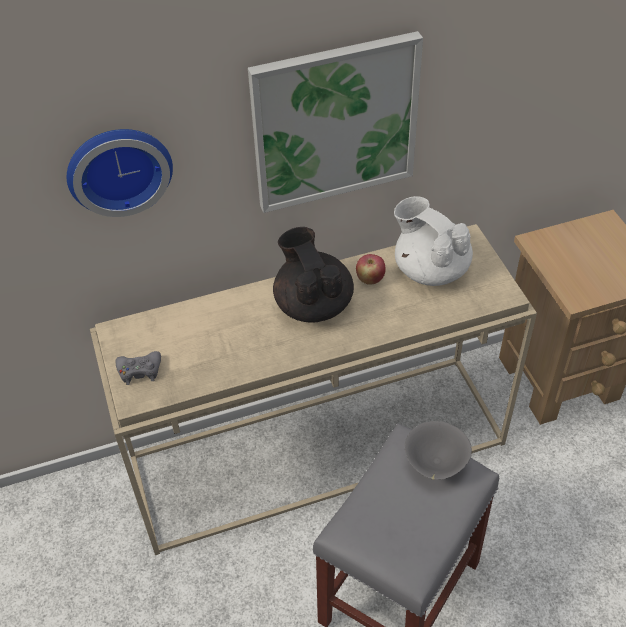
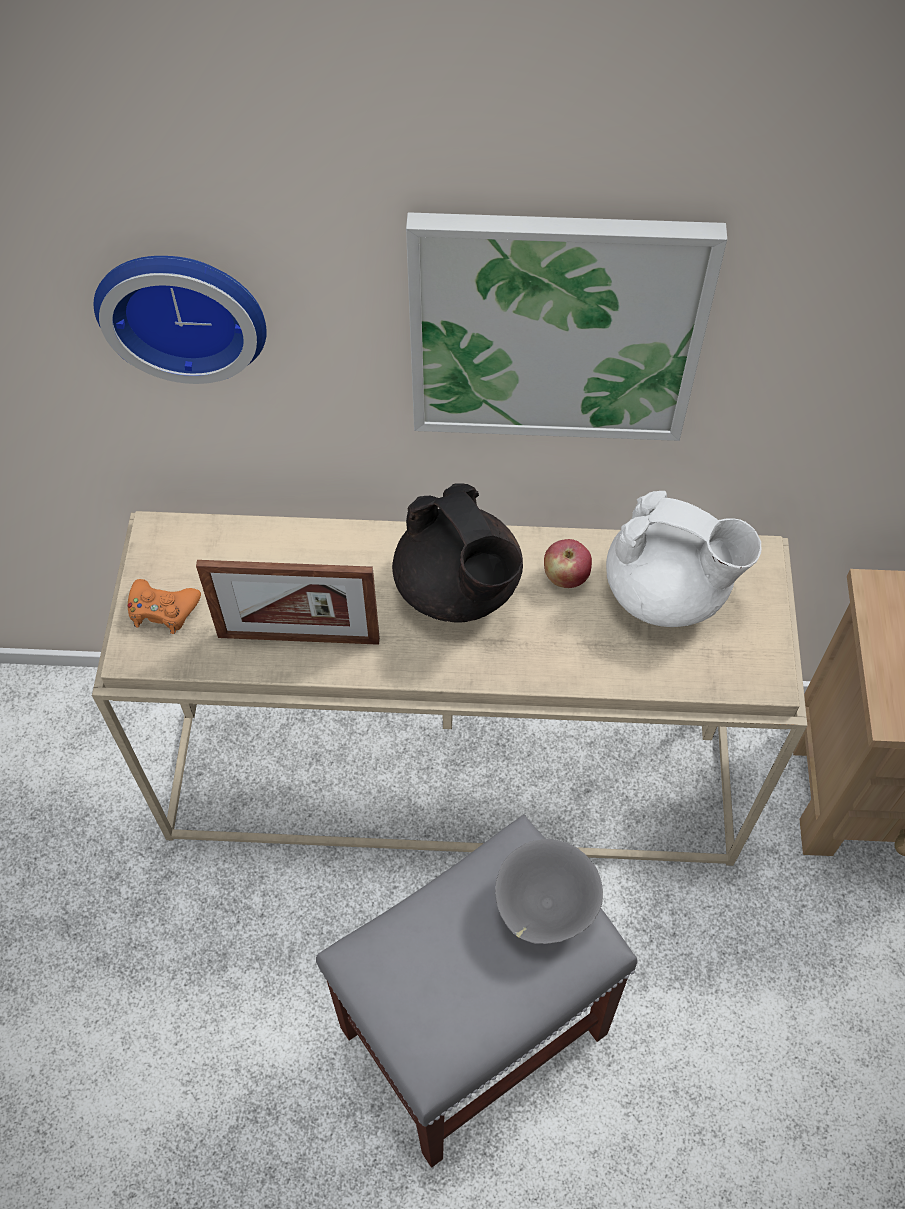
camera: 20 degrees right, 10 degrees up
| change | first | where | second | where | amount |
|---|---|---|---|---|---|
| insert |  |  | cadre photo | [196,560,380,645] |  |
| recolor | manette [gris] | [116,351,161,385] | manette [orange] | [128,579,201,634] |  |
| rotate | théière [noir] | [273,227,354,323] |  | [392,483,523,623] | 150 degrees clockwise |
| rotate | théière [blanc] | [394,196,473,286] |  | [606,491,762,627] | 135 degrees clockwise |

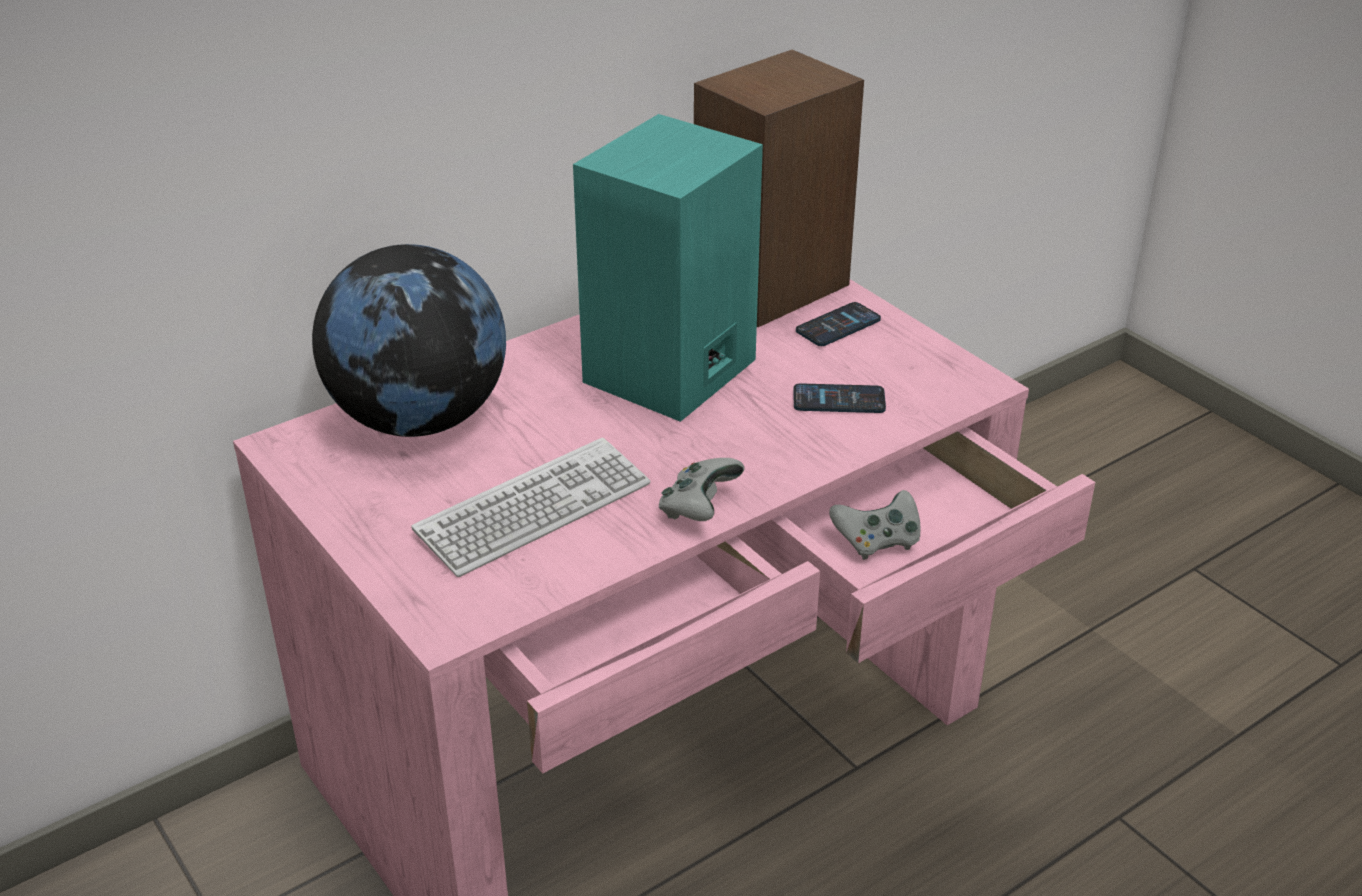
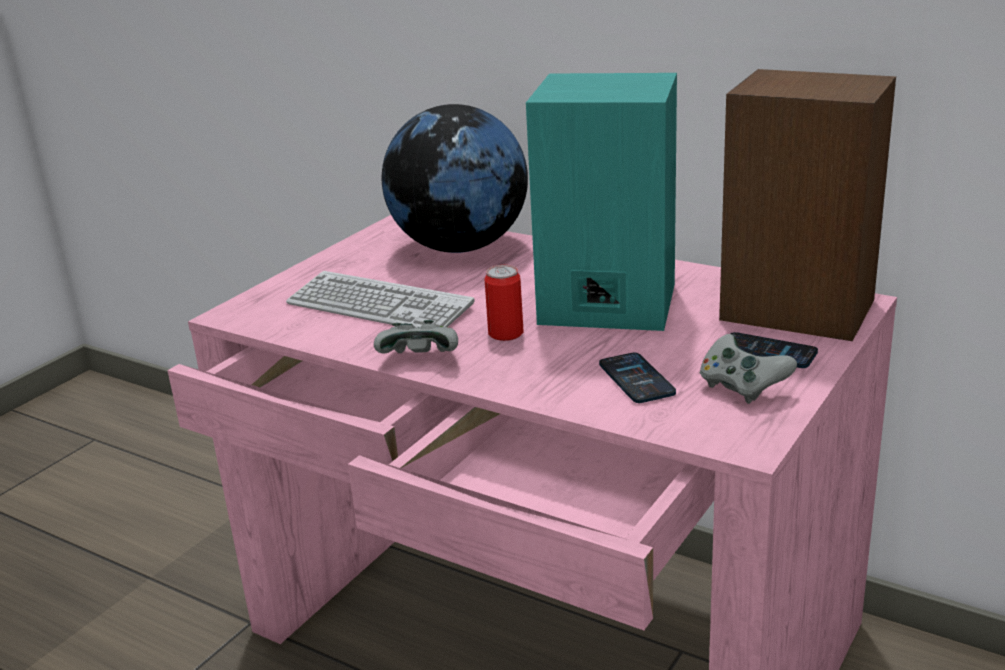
camera: 70 degrees right, 10 degrees down
| change | first | where | second | where | amount |
|---|---|---|---|---|---|
| insert |  |  | boîte métallique | [485,265,524,341] |  |
| move | manette [gris] | [829,490,921,560] |  | [700,334,797,404] |  |

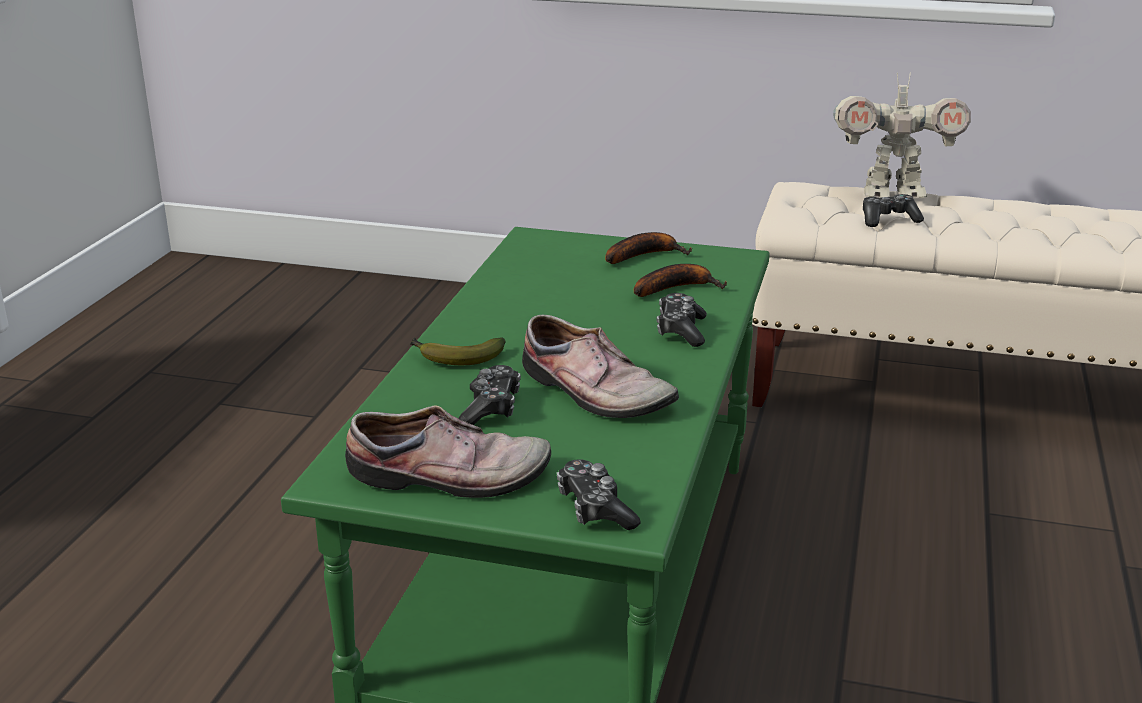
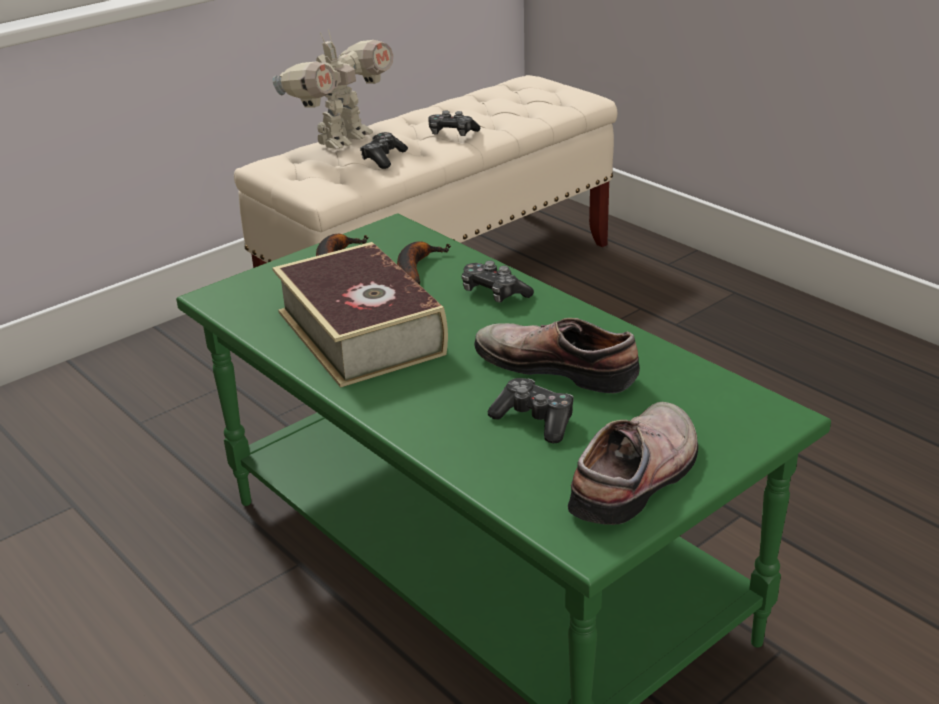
camera: 55 degrees left, 5 degrees up
| change | first | where | second | where | amount |
|---|---|---|---|---|---|
| delete | banane | [410,337,506,365] |  |  |  |
| insert |  |  | livre | [272,242,448,388] |  |
| move | manette | [557,459,640,530] |  | [428,110,480,136] |  |
| rotate | chaussure | [522,315,679,418] |  | [474,318,640,393] | 135 degrees counterclockwise |

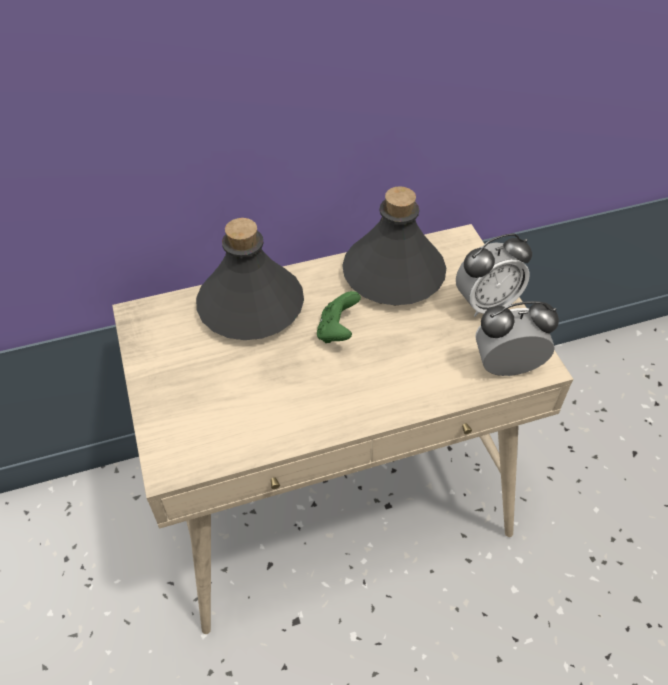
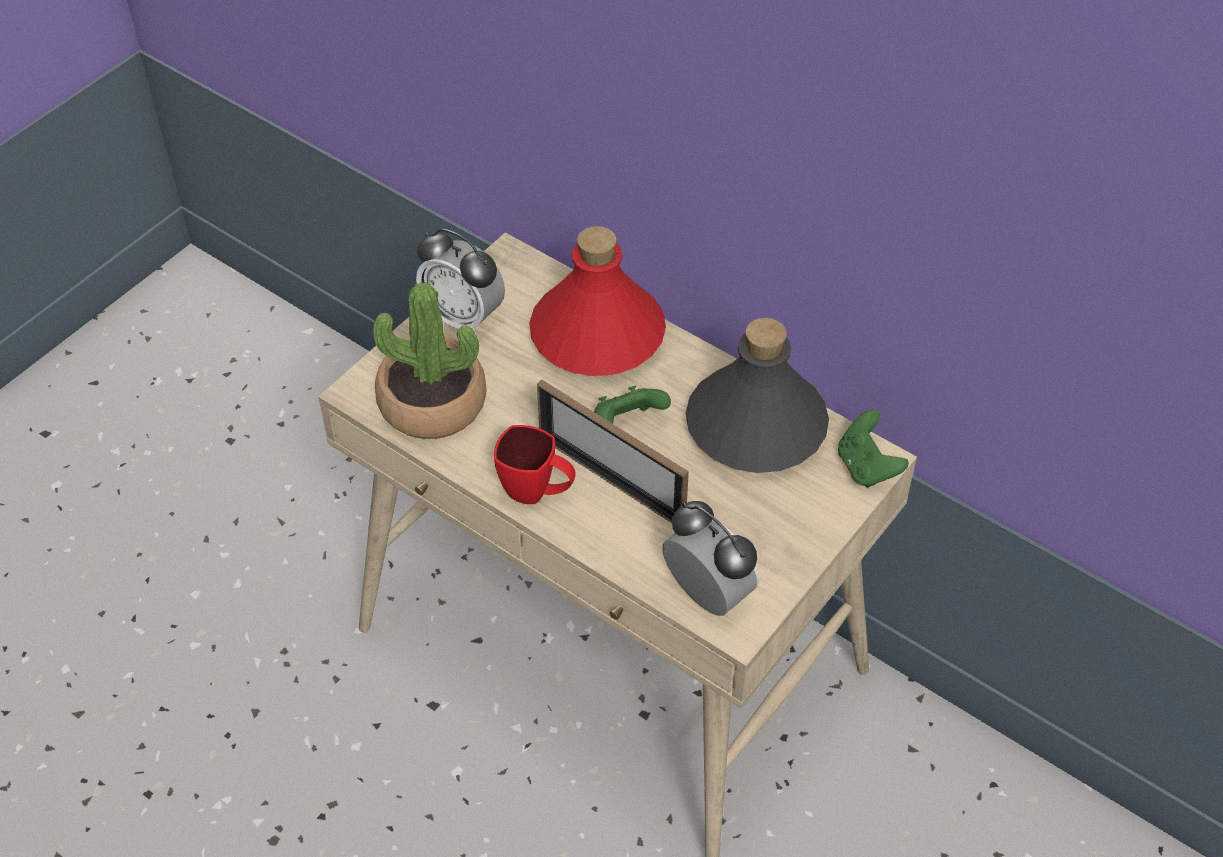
camera: 55 degrees right, 0 degrees up
| change | first | where | second | where | amount |
|---|---|---|---|---|---|
| insert |  |  | plante en pot | [373,282,487,439] |  |
| insert |  |  | mug [rouge] | [494,425,576,504] |  |
| insert |  |  | cadre photo | [537,380,689,523] |  |
| insert |  |  | manette [vert] | [838,410,909,488] |  |
| move | réveil | [456,234,532,317] |  | [416,229,505,335] |  |
| recolor | bouteille [gris] | [196,218,304,340] | bouteille [rouge] | [529,226,666,376] |  |

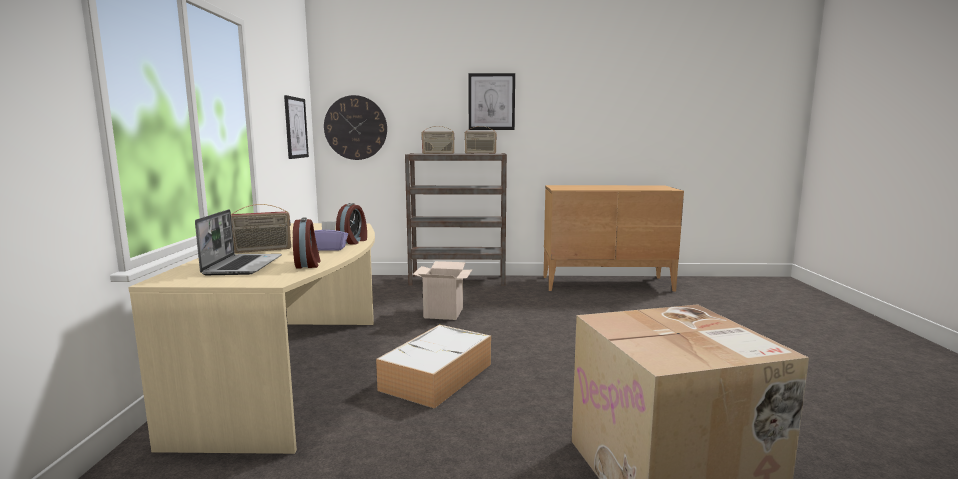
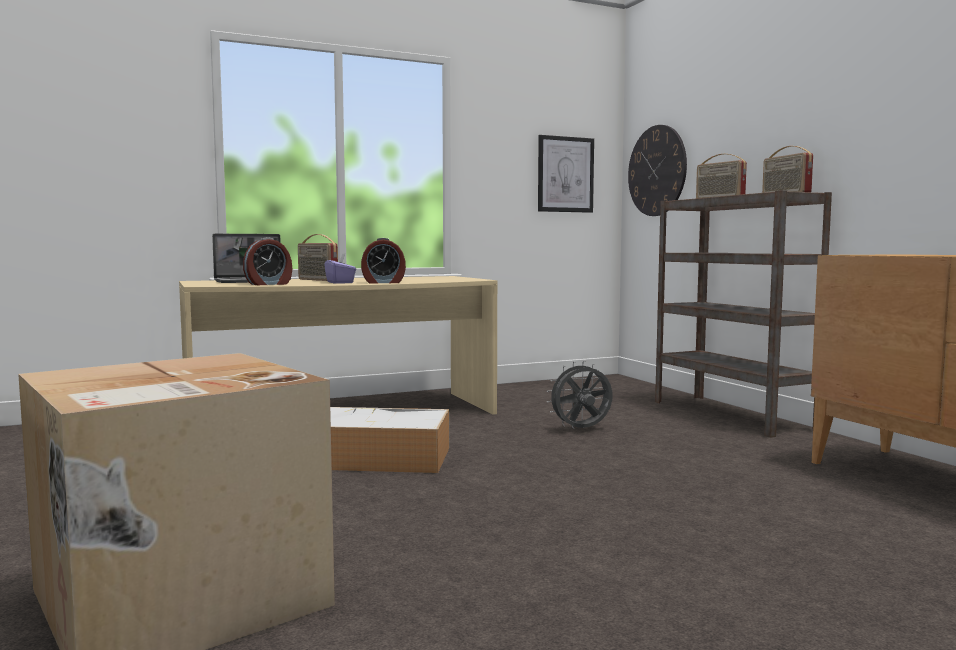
camera: 65 degrees right, 5 degrees down
| change | first | where | second | where | amount |
|---|---|---|---|---|---|
| delete | tableau | [468,73,515,130] |  |  |  |
| replace | carton | [413,261,472,320] | ventilateur [gris] | [547,361,613,429] |  |

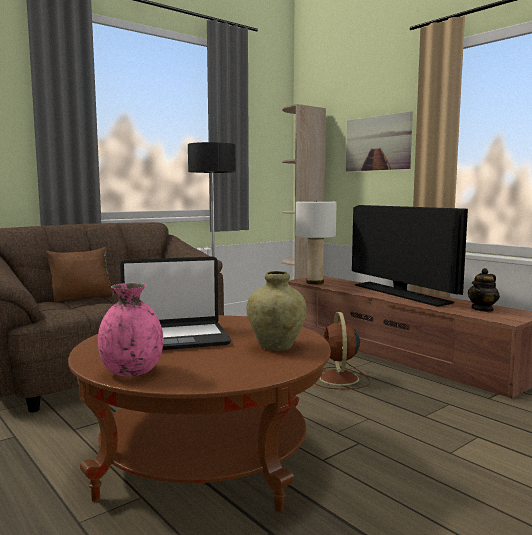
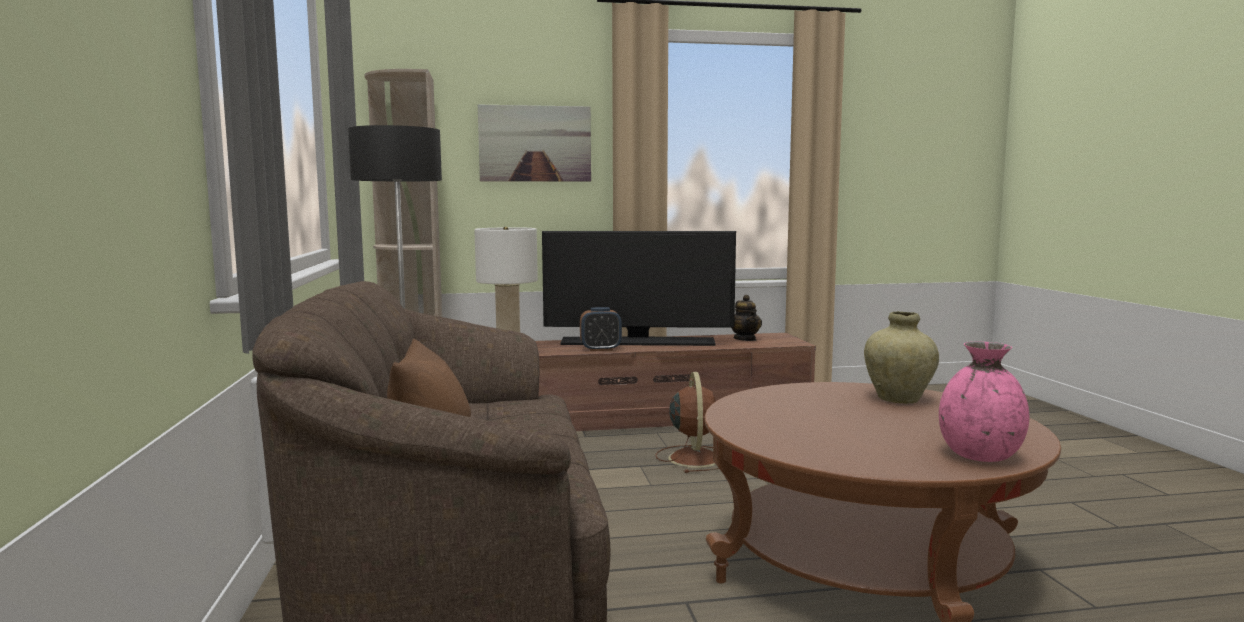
camera: 60 degrees left, 0 degrees up
| change | first | where | second | where | amount |
|---|---|---|---|---|---|
| delete | ordinateur portable | [120,257,231,350] |  |  |  |
| insert |  |  | réveil | [580,307,622,351] |  |
| rotate | ventilateur [marron] | [315,312,370,389] |  | [655,372,719,473] | 120 degrees counterclockwise |

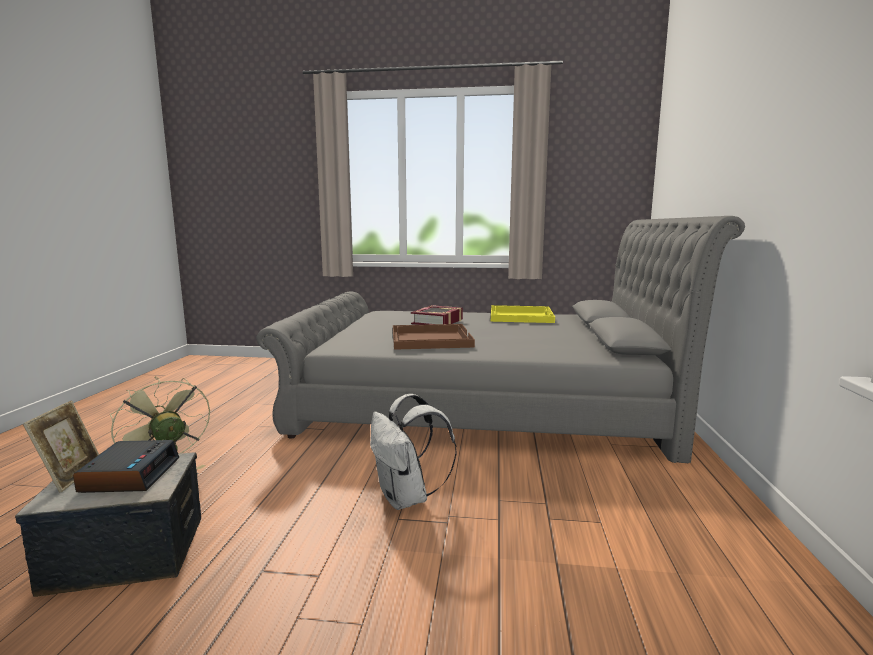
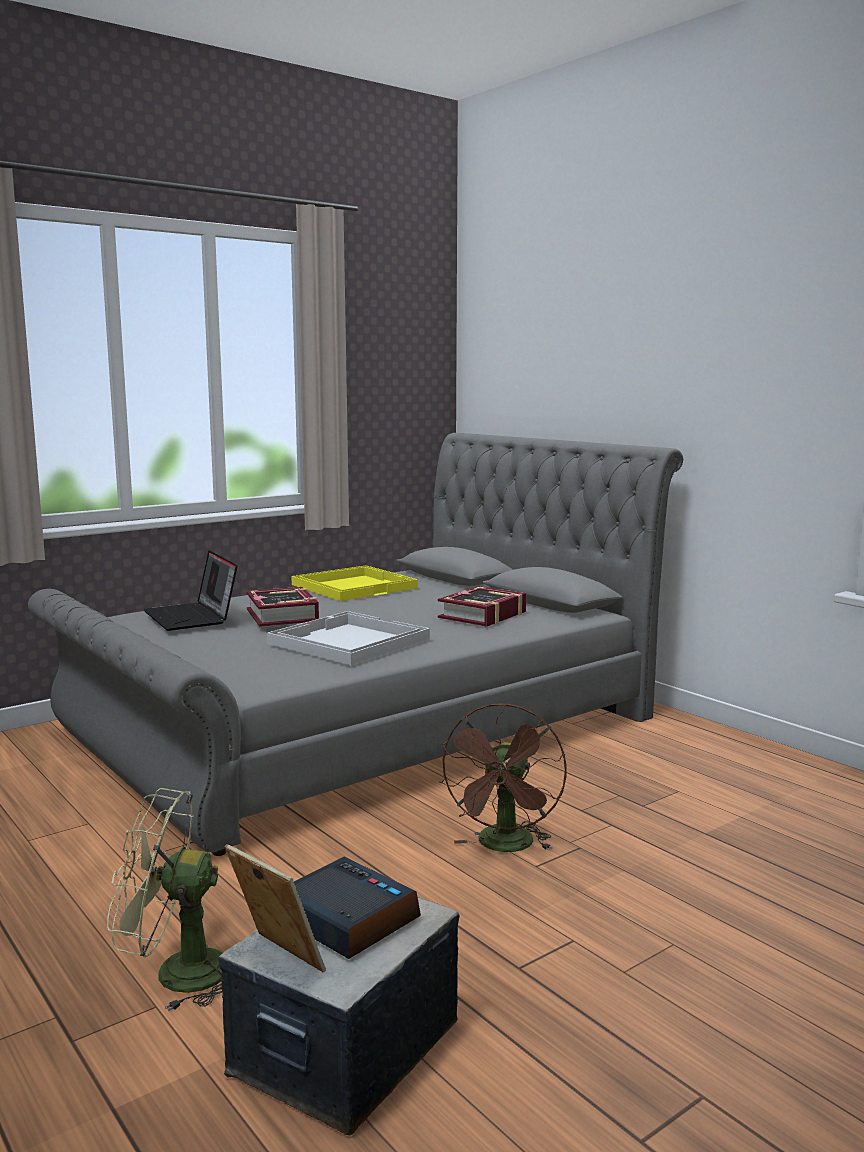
camera: 45 degrees left, 0 degrees up
| change | first | where | second | where | amount |
|---|---|---|---|---|---|
| insert |  |  | ordinateur portable | [144,551,238,631] |  |
| insert |  |  | livre | [438,586,526,627] |  |
| replace | sac à dos [blanc] | [370,394,457,510] | ventilateur [marron] | [439,703,567,852] |  |
| recolor | plateau [marron] | [393,324,475,350] | plateau [blanc] | [267,611,430,665] |  |

